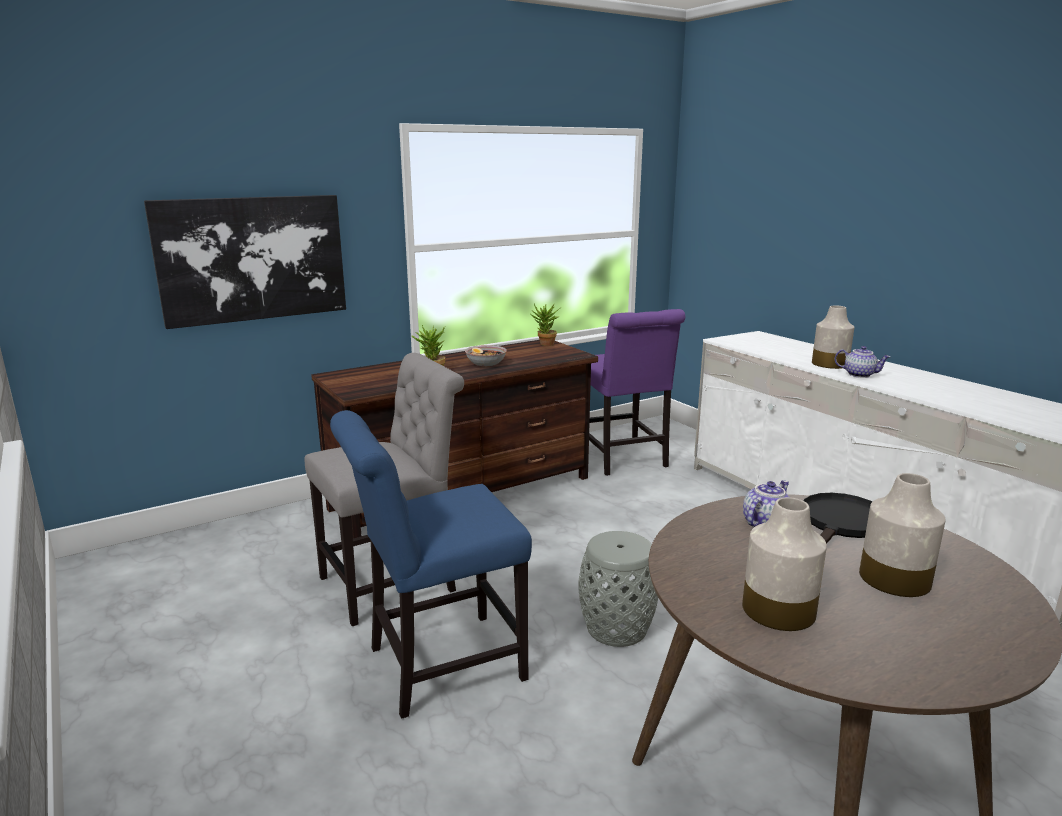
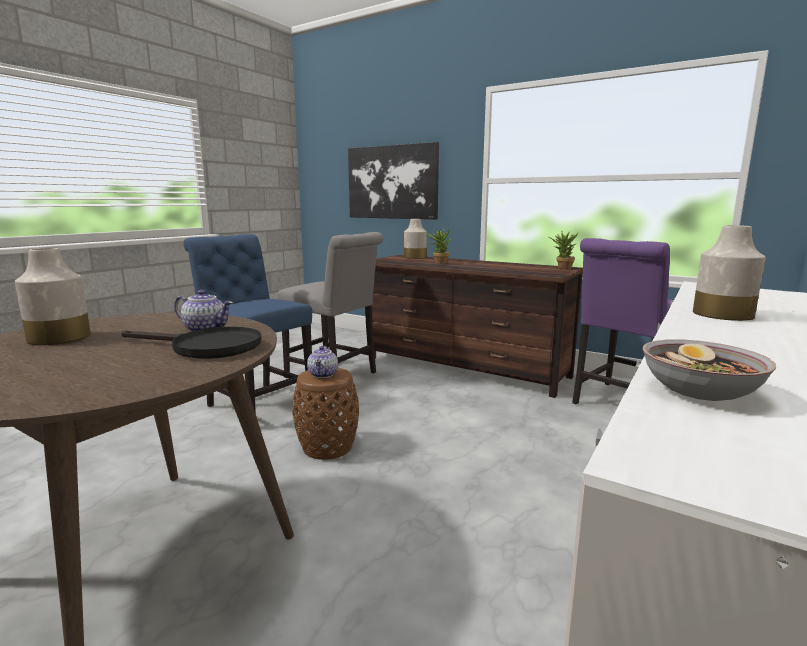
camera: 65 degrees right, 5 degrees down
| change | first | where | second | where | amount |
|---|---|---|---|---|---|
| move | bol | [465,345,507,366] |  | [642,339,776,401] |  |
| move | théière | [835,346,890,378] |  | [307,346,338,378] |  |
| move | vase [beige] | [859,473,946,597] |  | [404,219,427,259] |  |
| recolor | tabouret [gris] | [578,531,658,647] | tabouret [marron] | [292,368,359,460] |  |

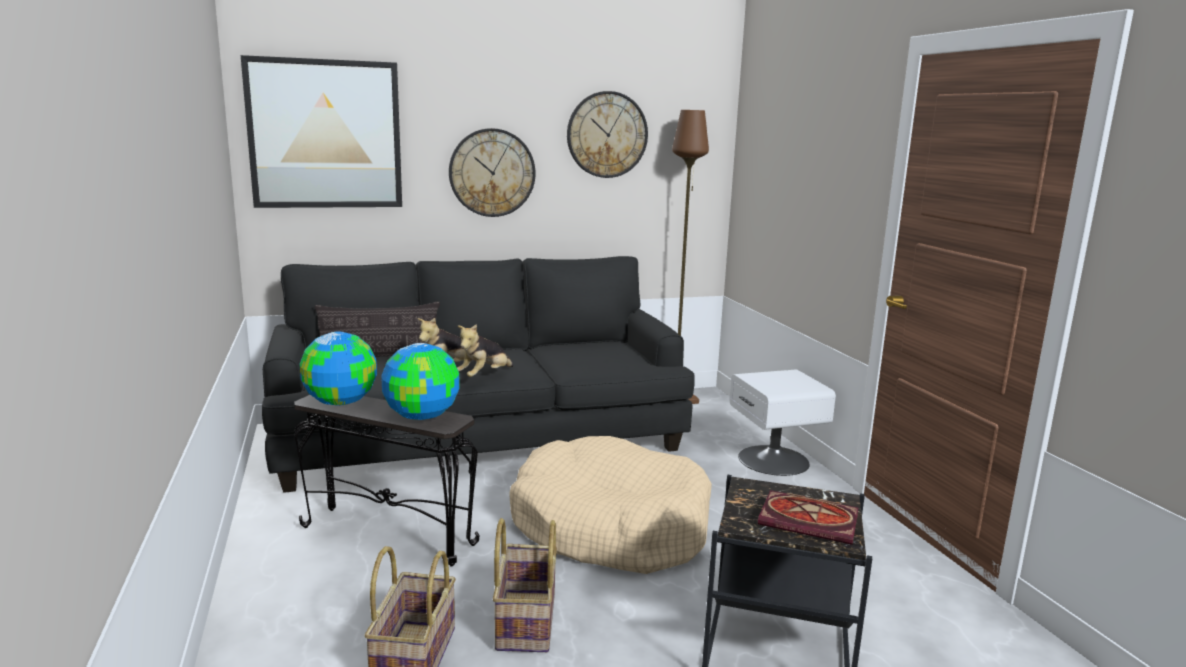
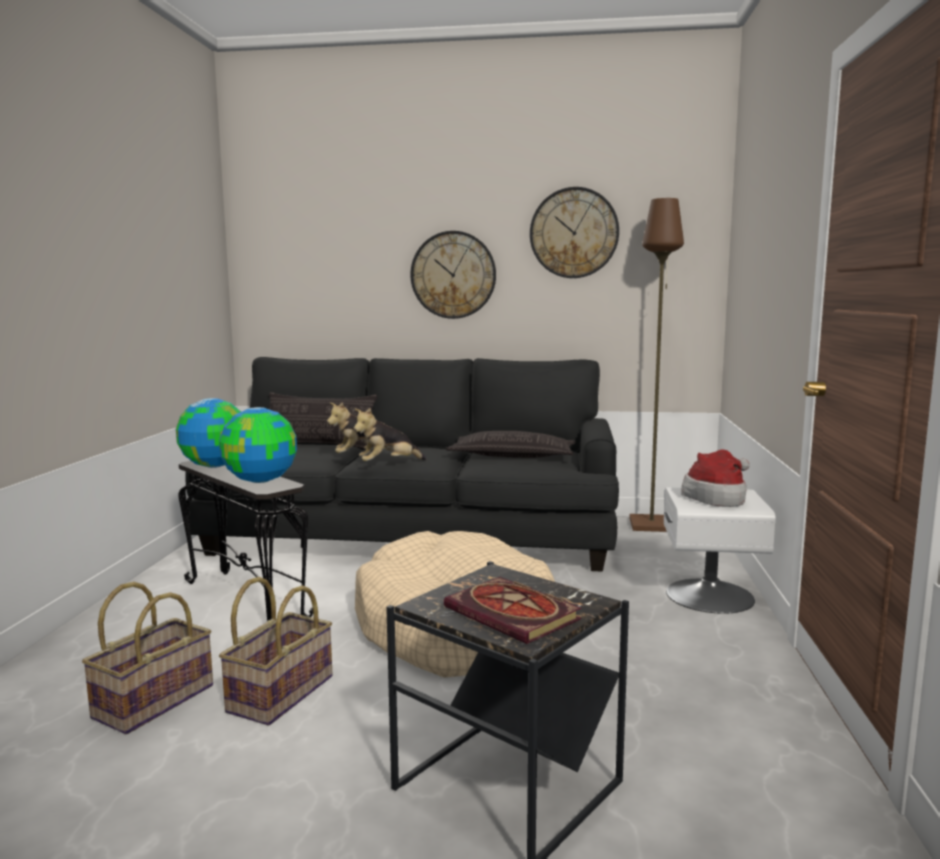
camera: 25 degrees right, 5 degrees down
| change | first | where | second | where | amount |
|---|---|---|---|---|---|
| delete | tableau | [241,55,402,208] |  |  |  |
| insert |  |  | coussin | [446,431,576,458] |  |
| insert |  |  | chapeau | [681,449,750,507] |  |

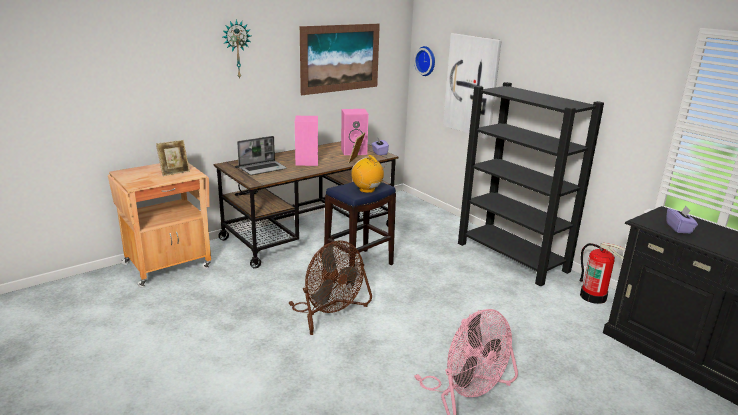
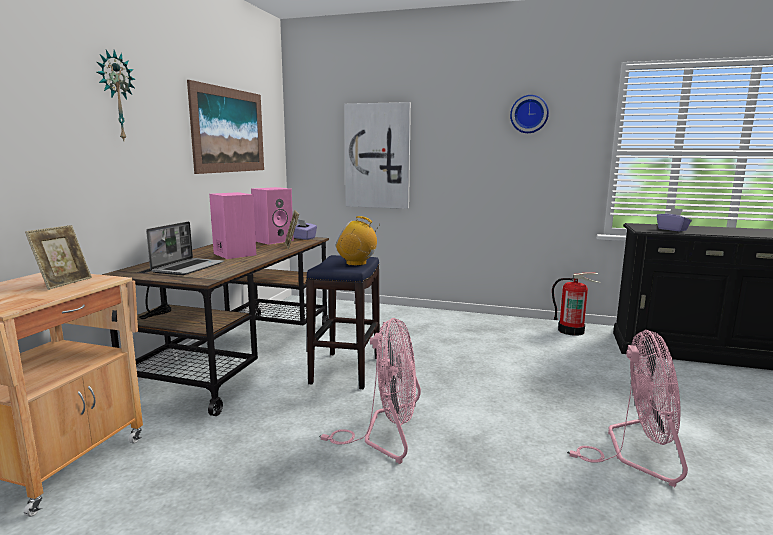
camera: 35 degrees left, 10 degrees down
| change | first | where | second | where | amount |
|---|---|---|---|---|---|
| delete | bibliothèque [noir] | [458,82,604,286] |  |  |  |
| move | horloge murale | [414,46,435,76] |  | [510,95,549,133] |  |
| recolor | ventilateur [marron] | [289,240,372,335] | ventilateur [rose] | [319,318,421,464] |  |

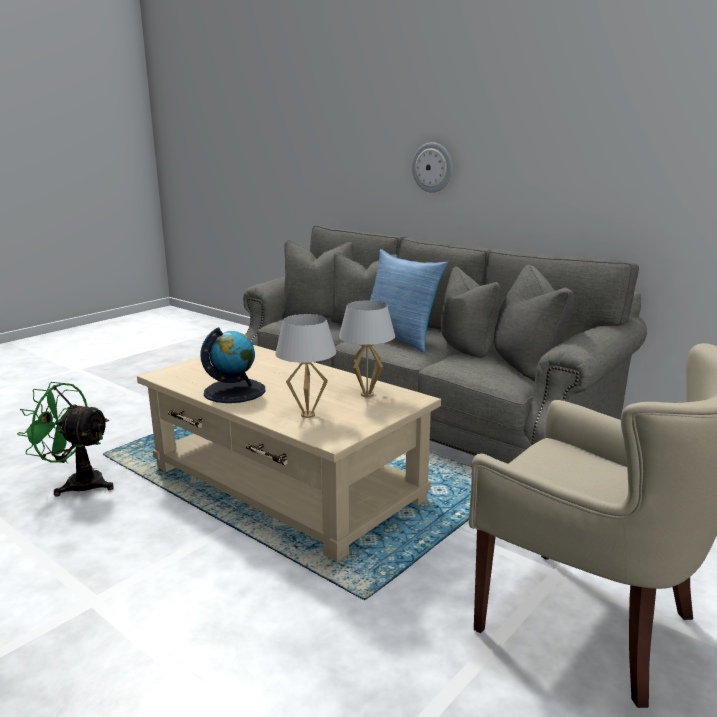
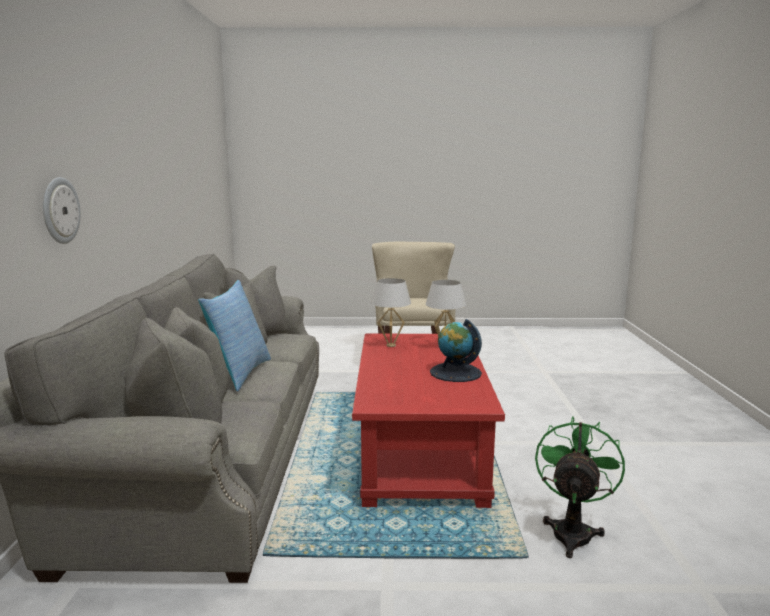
camera: 130 degrees left, 5 degrees down
| change | first | where | second | where | amount |
|---|---|---|---|---|---|
| recolor | table basse [beige] | [137,345,441,562] | table basse [rouge] | [352,333,505,508] |  |
| rotate | ventilateur [vert] | [17,382,114,497] |  | [535,416,625,558] | 135 degrees counterclockwise |

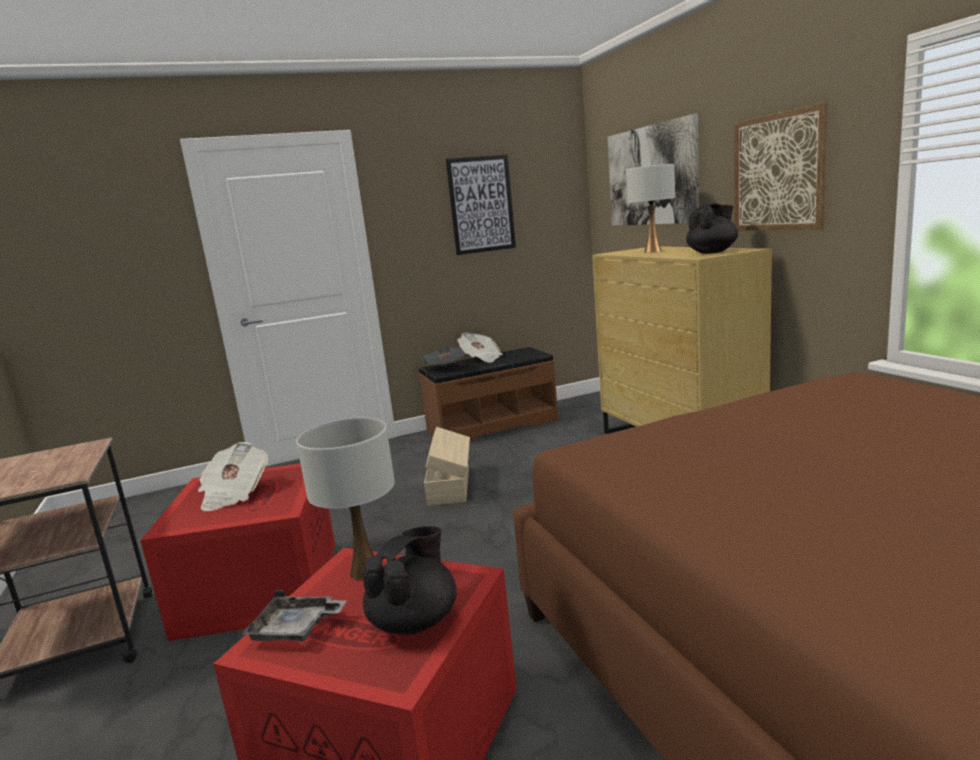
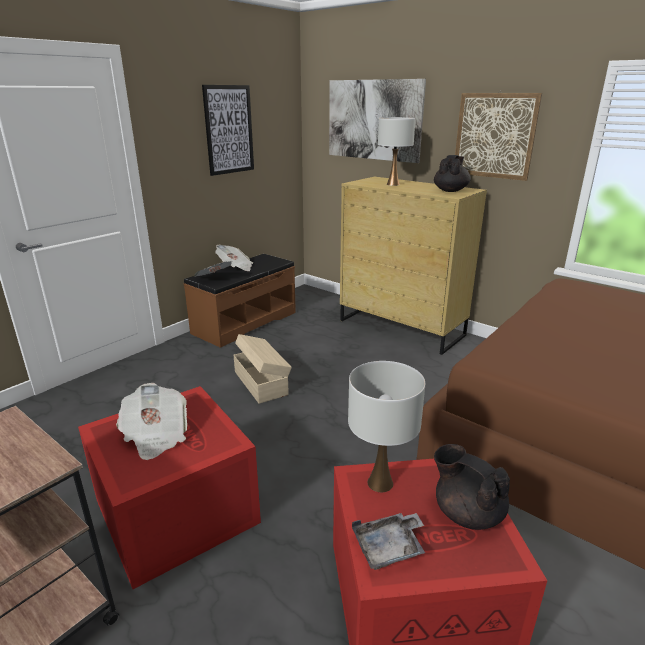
camera: 30 degrees left, 10 degrees up
| change | first | where | second | where | amount |
|---|---|---|---|---|---|
| rotate | théière [noir] | [362,526,457,635] |  | [434,444,510,530] | 45 degrees counterclockwise |

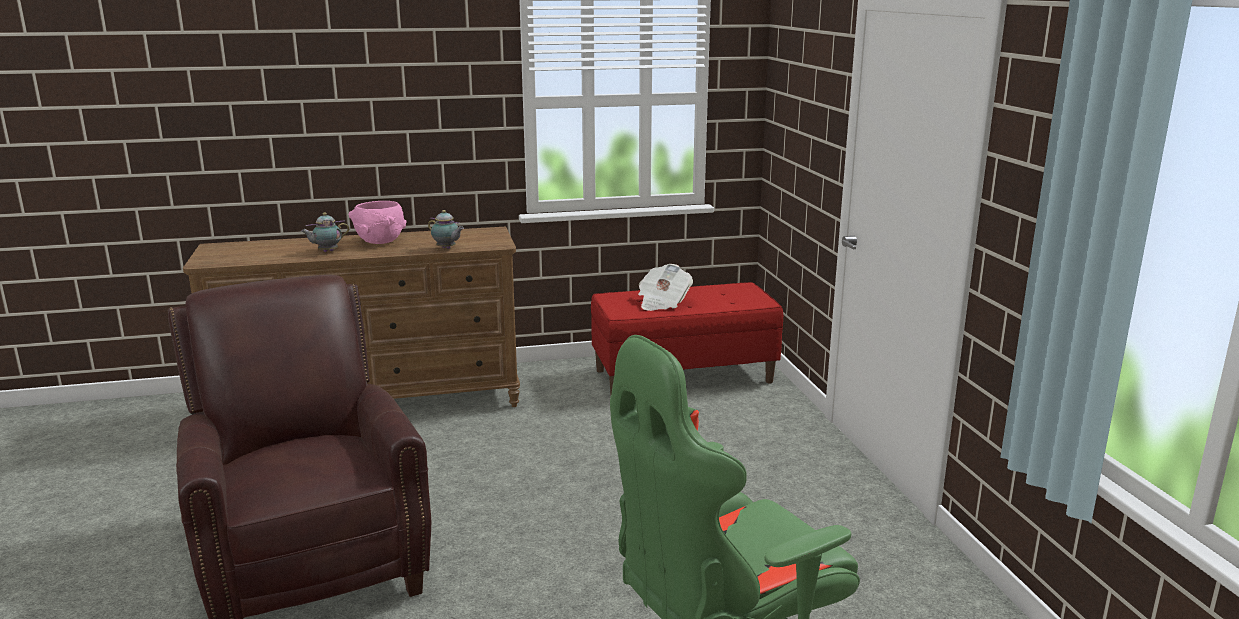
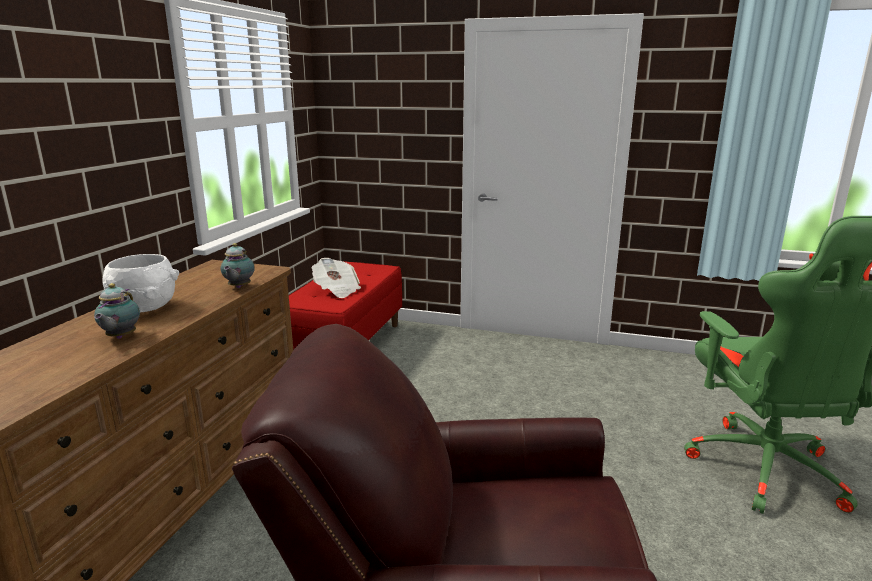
camera: 60 degrees left, 0 degrees up
| change | first | where | second | where | amount |
|---|---|---|---|---|---|
| recolor | bol [rose] | [349,201,406,244] | bol [blanc] | [102,254,179,312] |  |
| rotate | théière | [428,210,464,249] |  | [221,243,255,288] | 120 degrees clockwise |

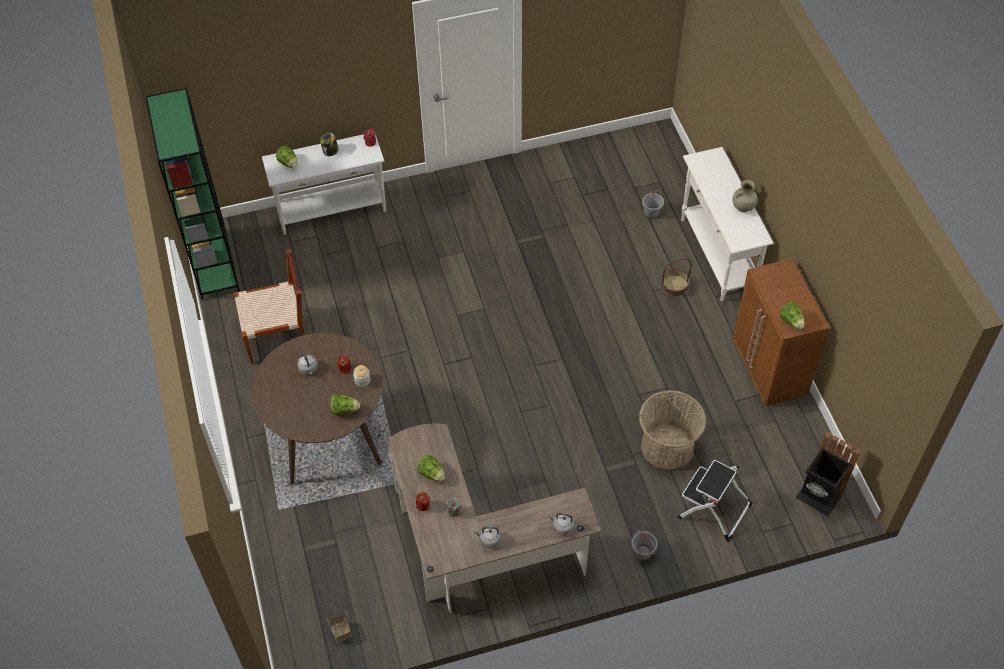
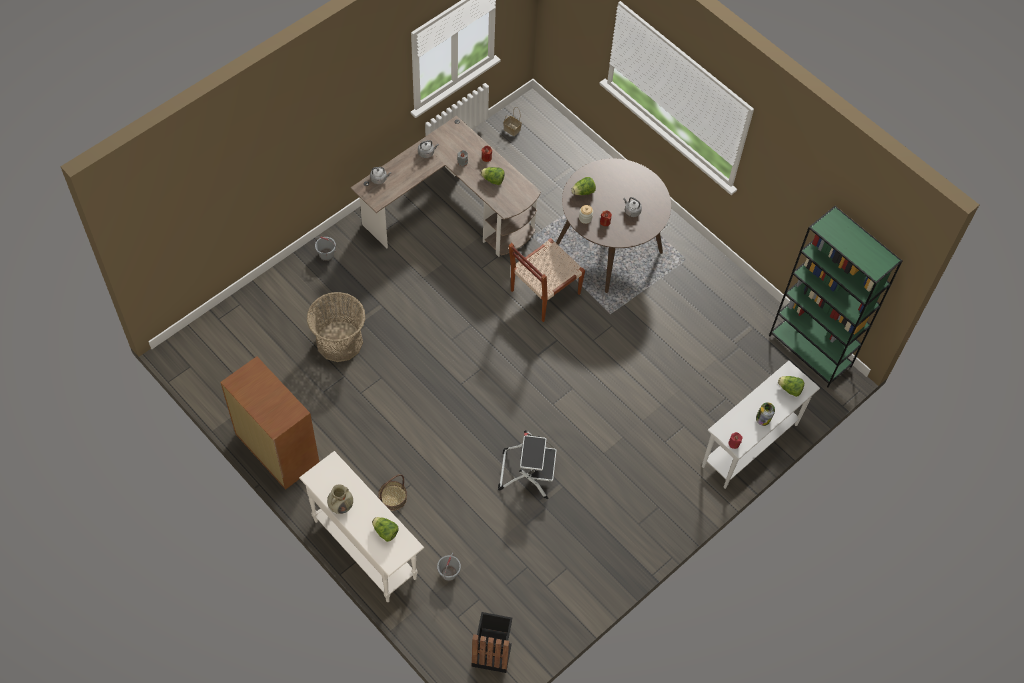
camera: 150 degrees right, 5 degrees up
| change | first | where | second | where | amount |
|---|---|---|---|---|---|
| move | chaise | [234,250,304,363] |  | [509,238,585,322] |  |
| move | escabeau | [677,460,753,542] |  | [498,430,556,499] |  |
| move | laitue | [780,302,804,330] |  | [372,517,399,542] |  |
| move | poubelle [noir] | [796,432,861,517] |  | [471,612,512,673] |  |

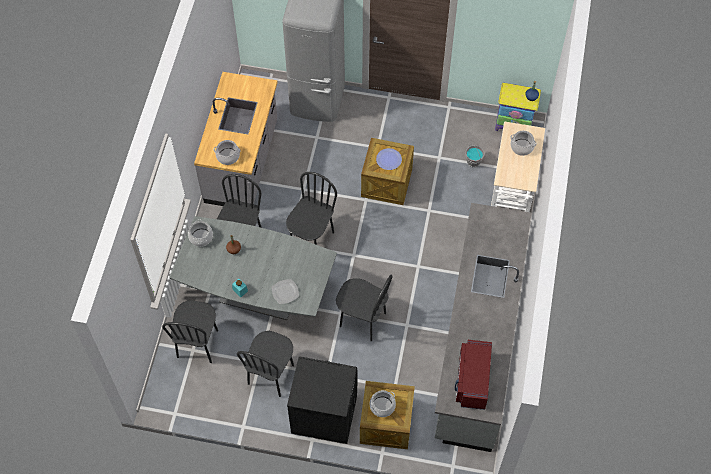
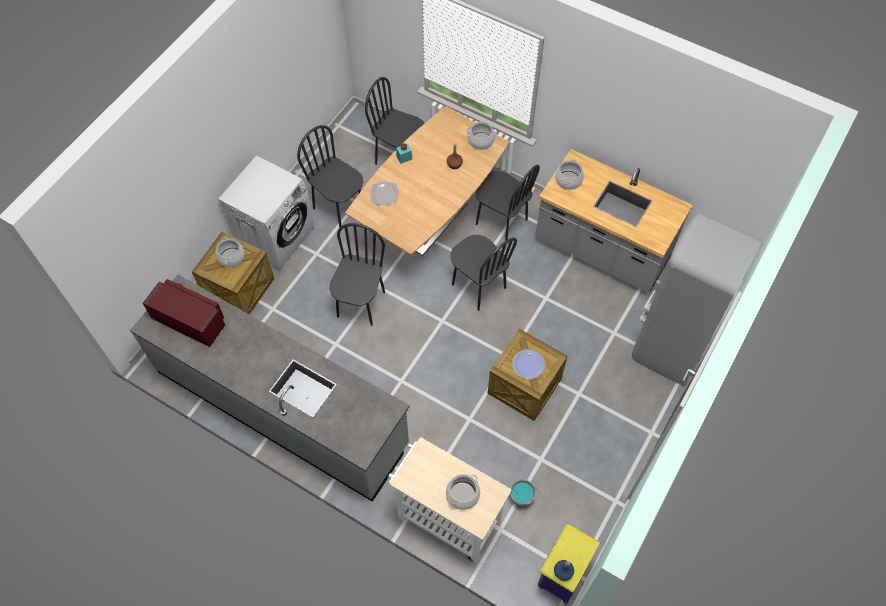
camera: 110 degrees right, 0 degrees up
| change | first | where | second | where | amount |
|---|---|---|---|---|---|
| recolor | table à manger [gris] | [169,216,337,320] | table à manger [marron] | [345,106,510,256] |  |
| recolor | lave-linge [noir] | [287,356,358,444] | lave-linge [blanc] | [219,155,314,271] |  |
| rotate | chaise [noir] | [336,275,393,342] |  | [329,223,385,326] | 150 degrees clockwise |

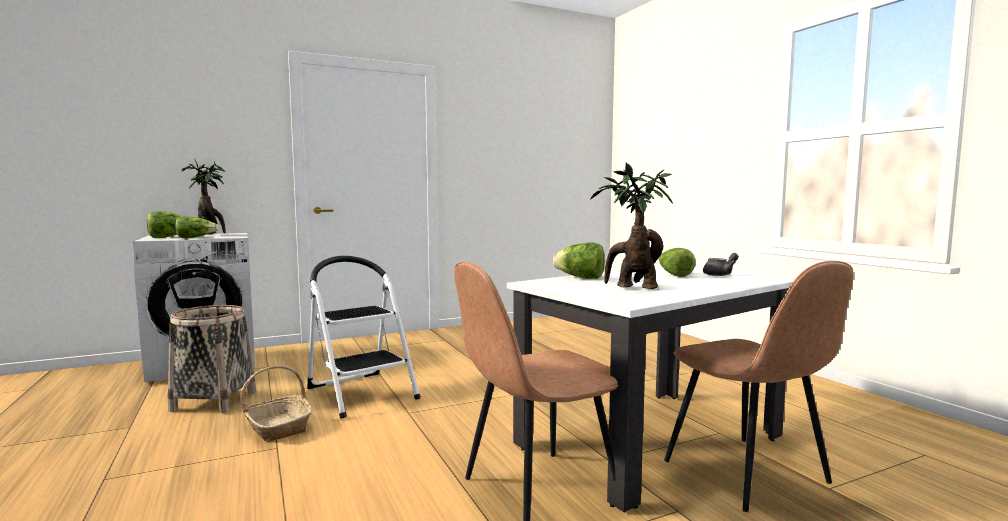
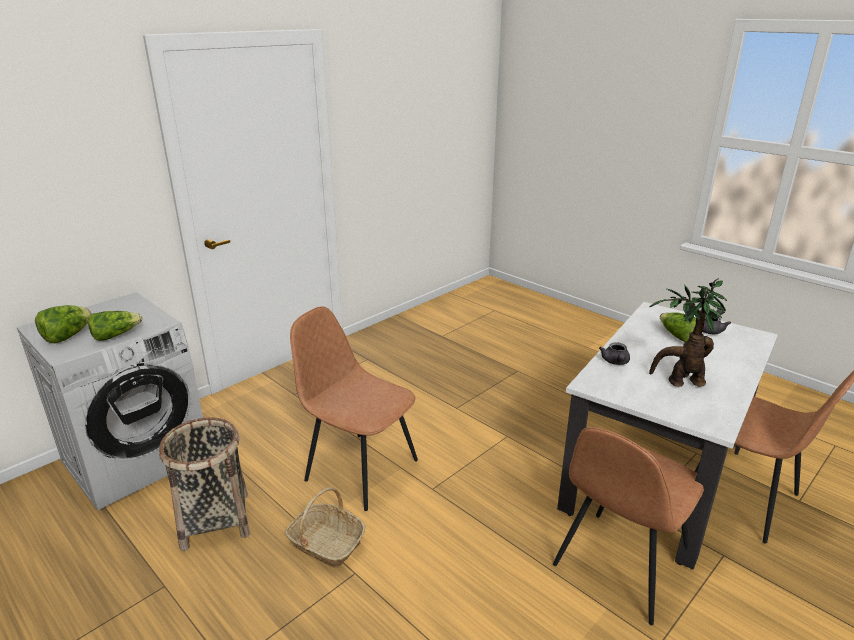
camera: 20 degrees left, 20 degrees up
| change | first | where | second | where | amount |
|---|---|---|---|---|---|
| delete | plante en pot | [181,159,226,235] |  |  |  |
| replace | escabeau | [307,256,421,418] | chaise [marron] | [290,306,418,511] |  |
| replace | laitue | [553,242,605,279] | théière [gris] | [599,342,630,365] |  |

